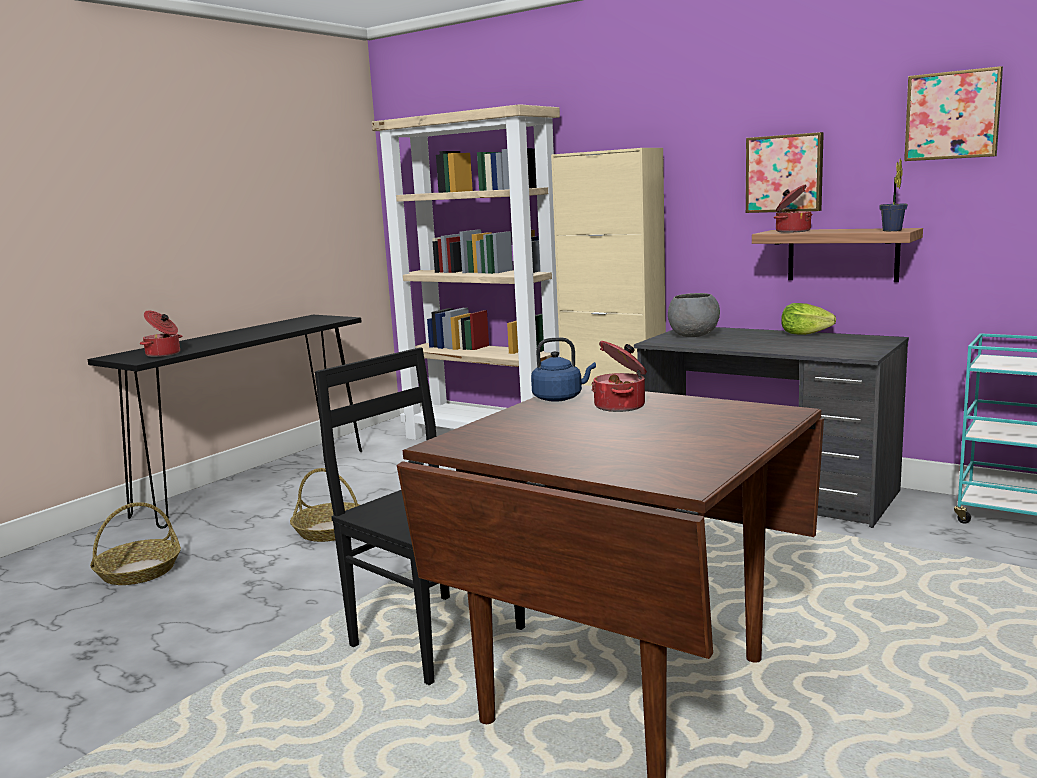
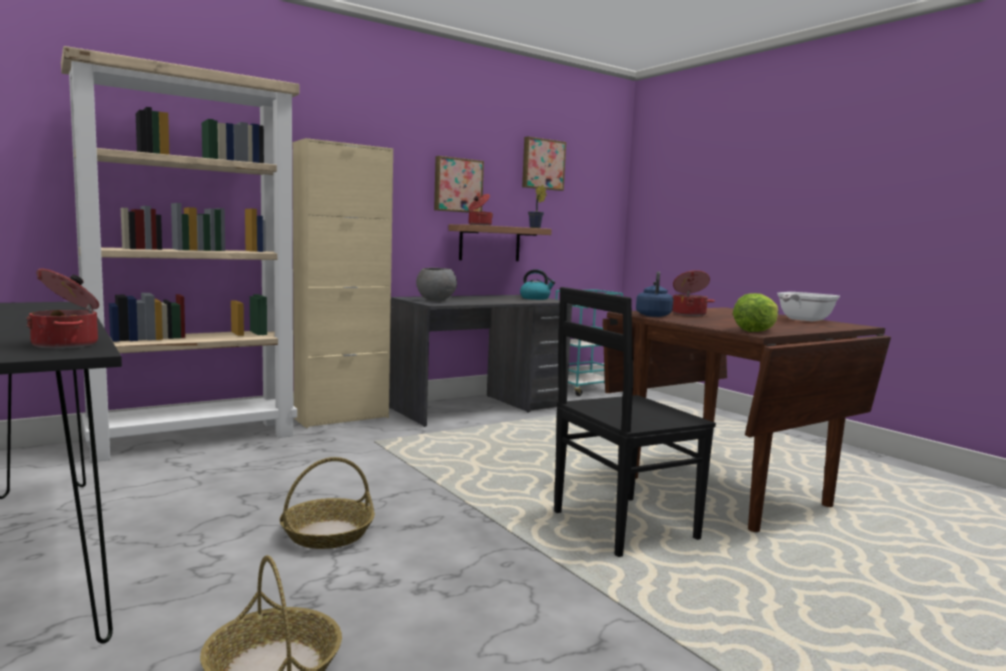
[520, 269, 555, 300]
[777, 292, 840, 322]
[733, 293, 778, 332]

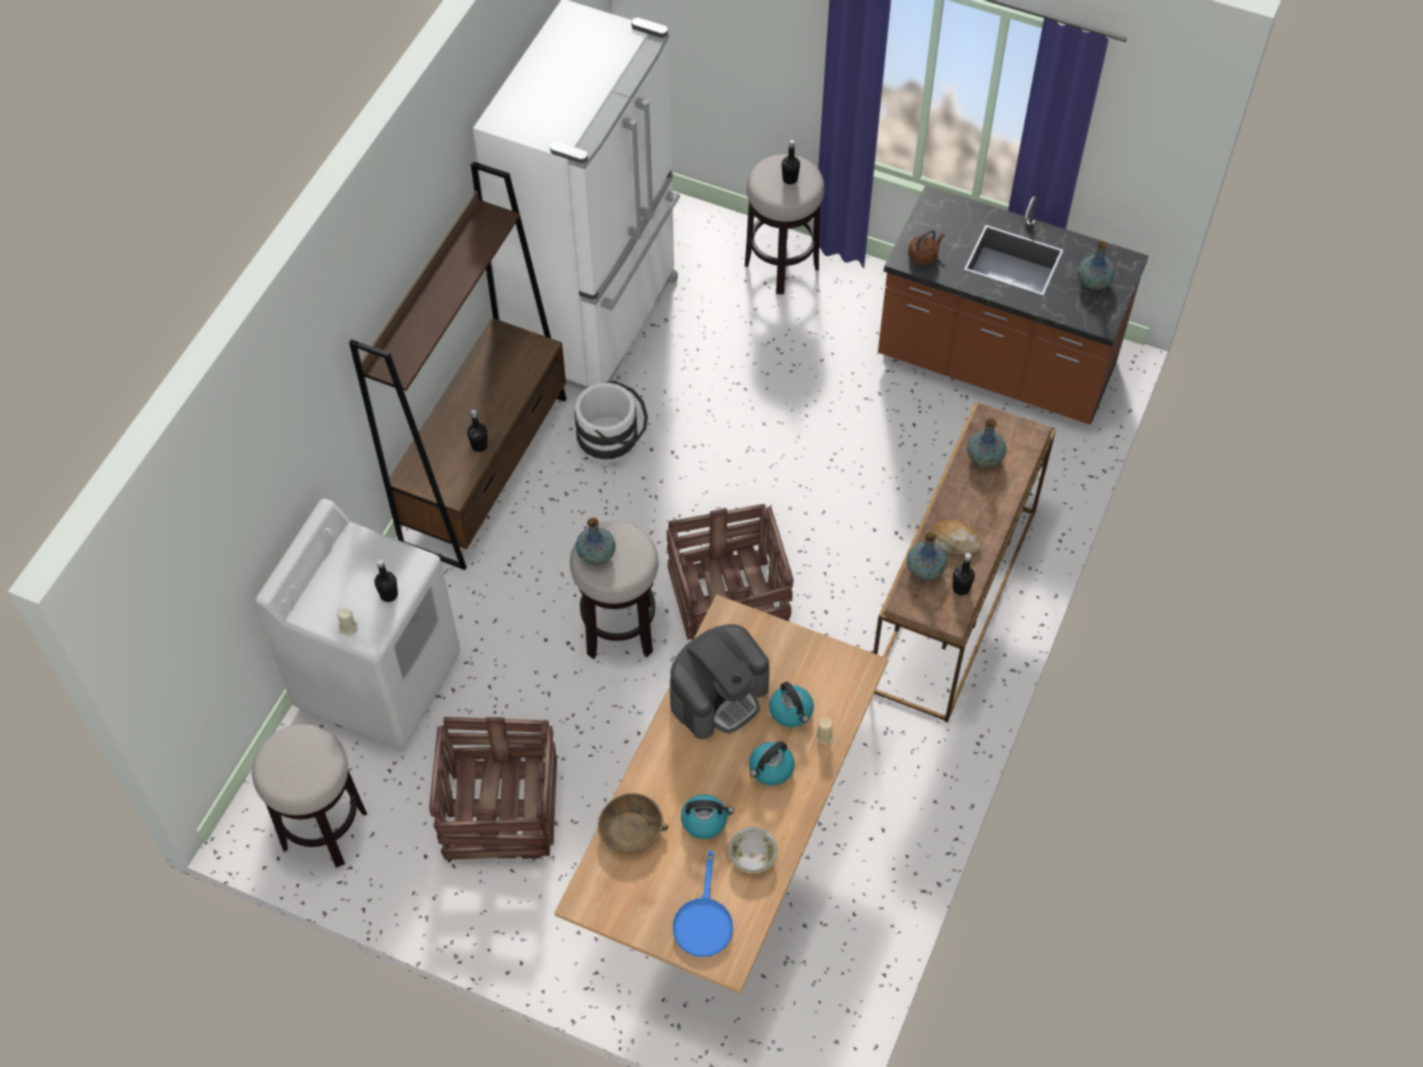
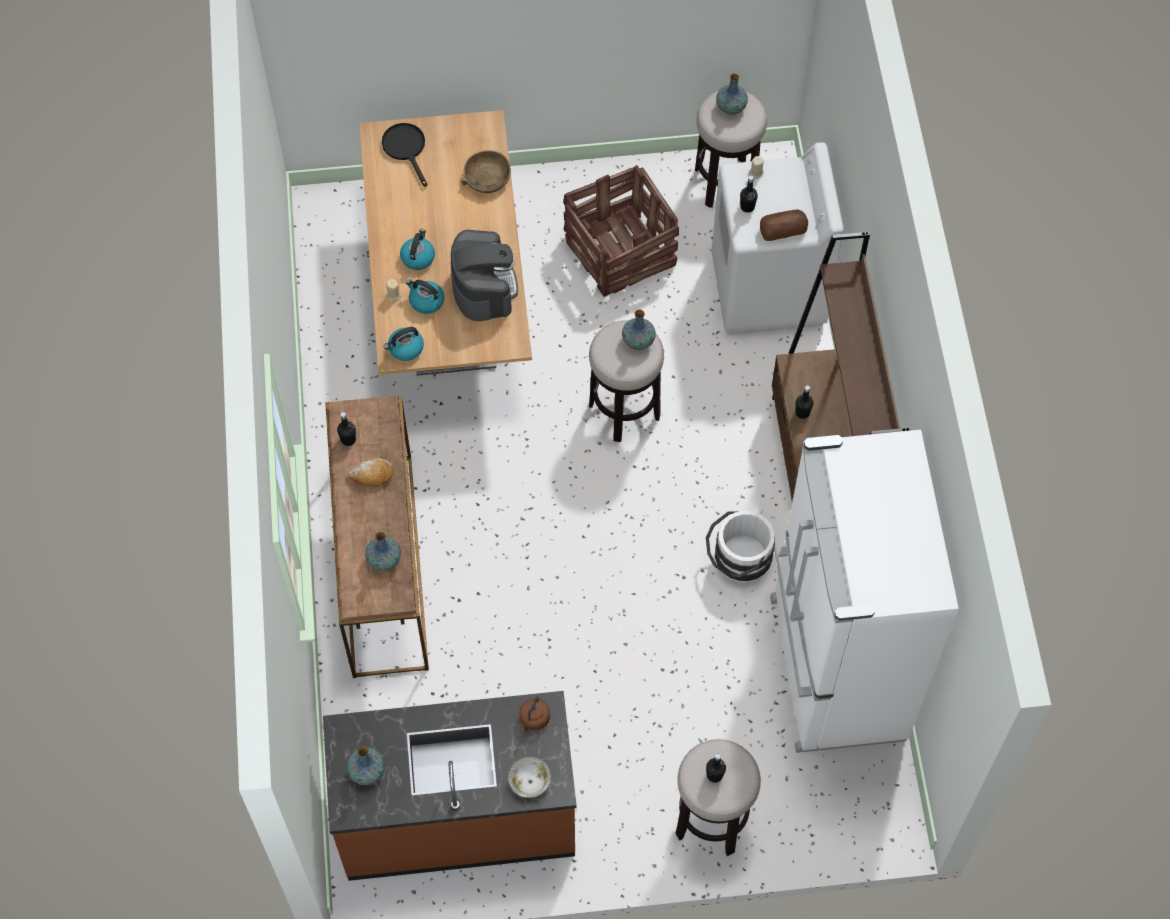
[666, 504, 794, 640] (first image)
[760, 209, 808, 241]
[384, 327, 424, 361]
[508, 757, 551, 798]
[716, 74, 748, 115]
[382, 123, 427, 187]
[451, 230, 518, 321]

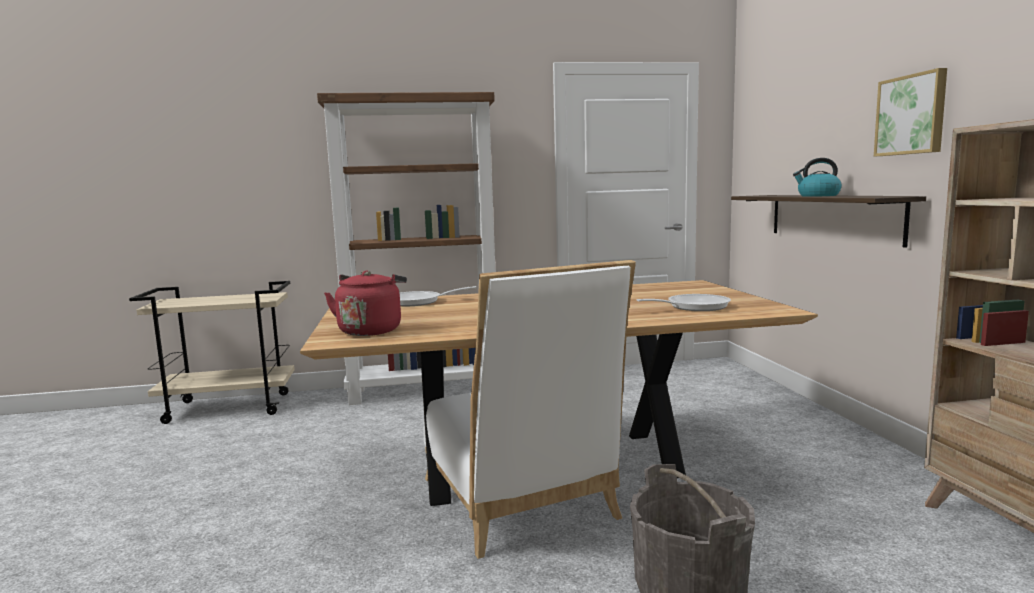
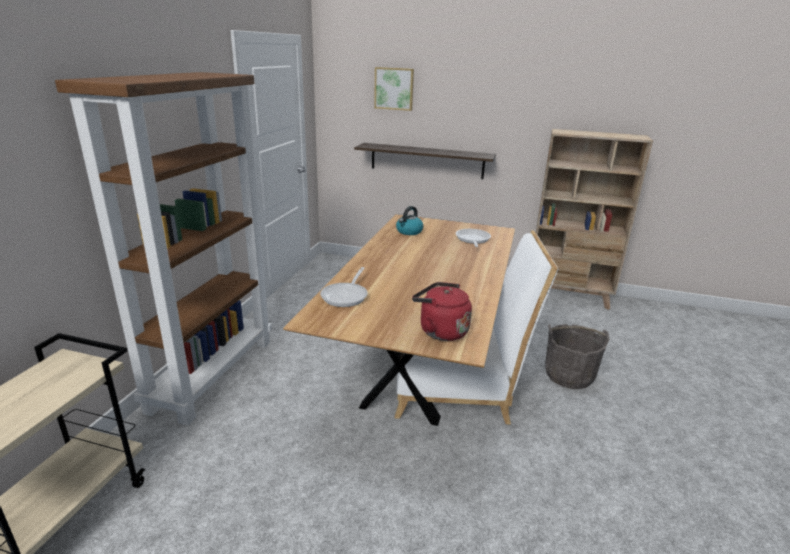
[396, 206, 423, 235]
[374, 67, 414, 111]

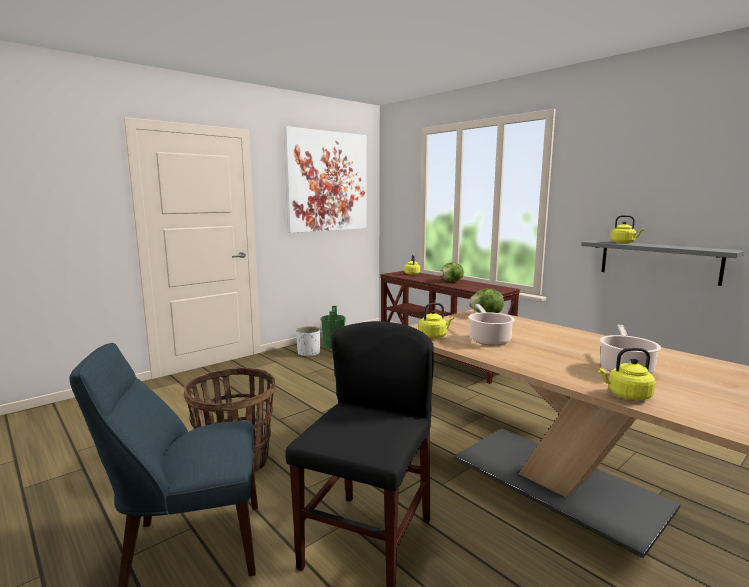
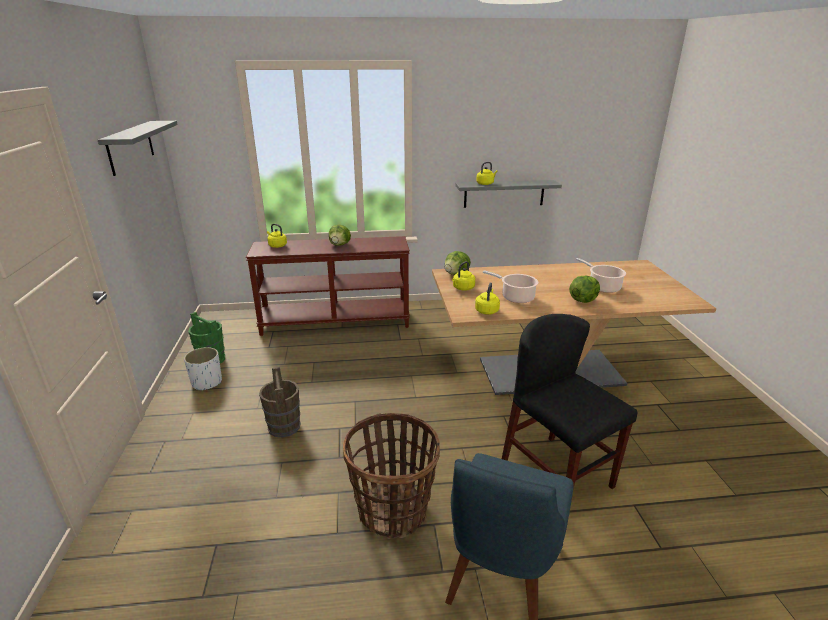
[259, 367, 300, 438]
[569, 276, 600, 303]
[452, 261, 475, 291]
[98, 121, 178, 176]

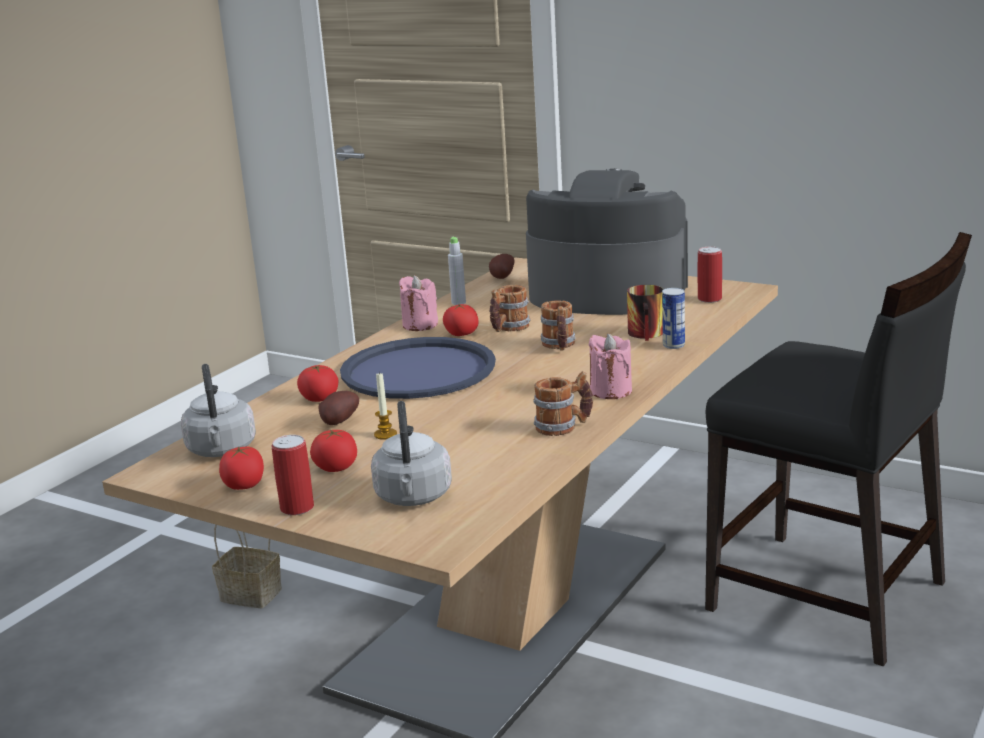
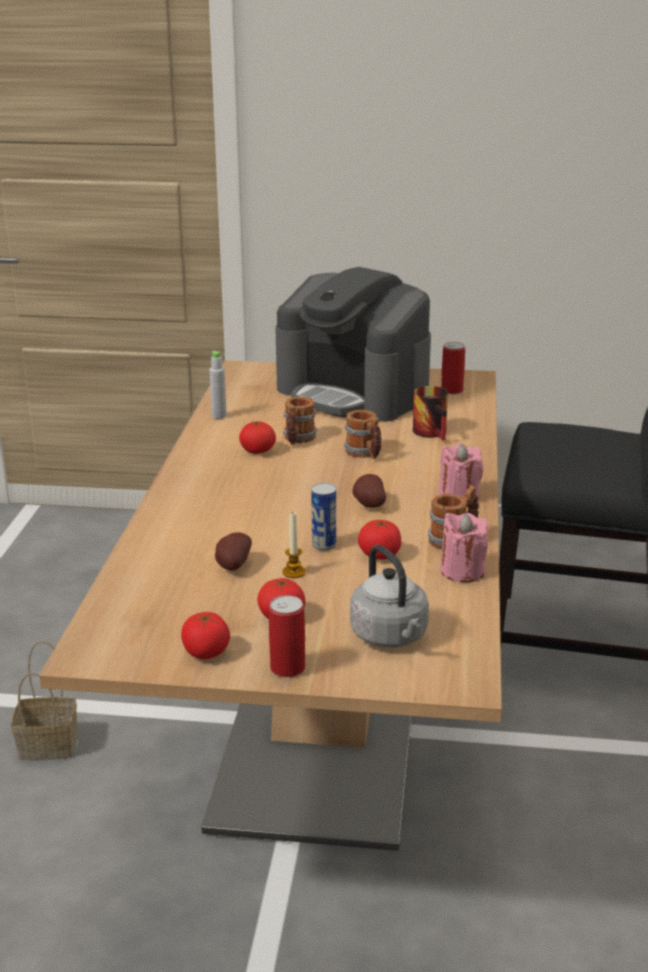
[181, 364, 256, 457] (first image)
[340, 337, 496, 399] (first image)
[358, 519, 401, 560]
[440, 513, 488, 583]
[352, 474, 386, 508]
[311, 483, 336, 551]
[275, 267, 431, 422]

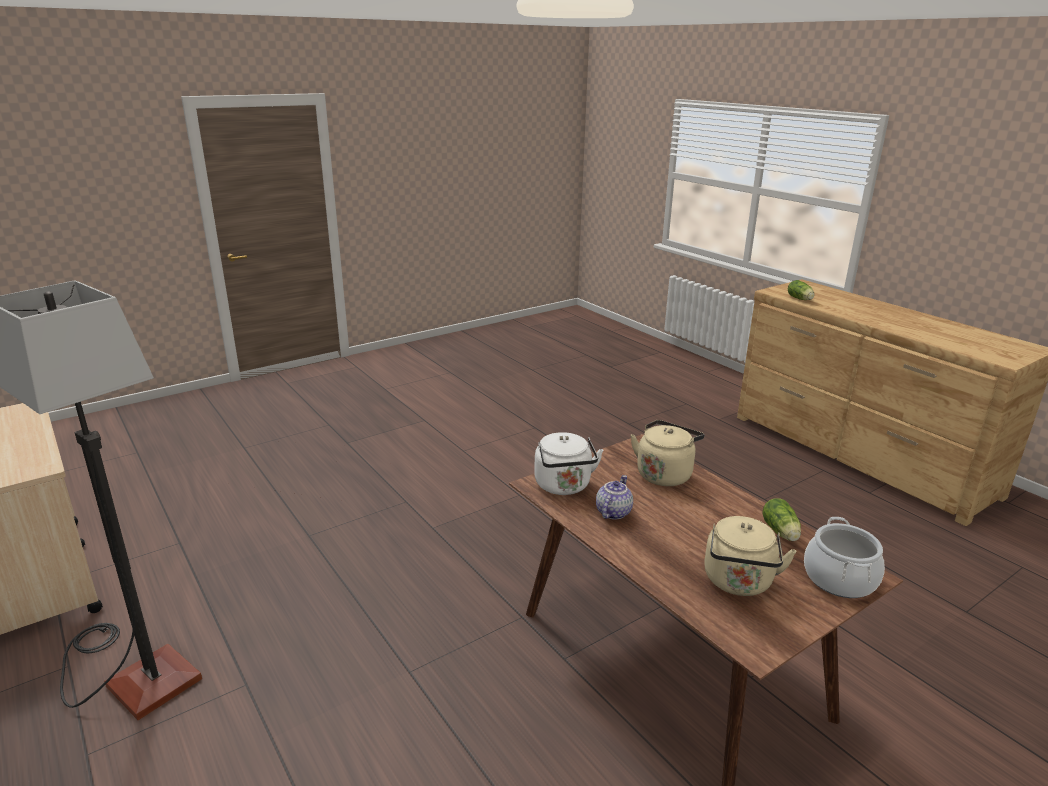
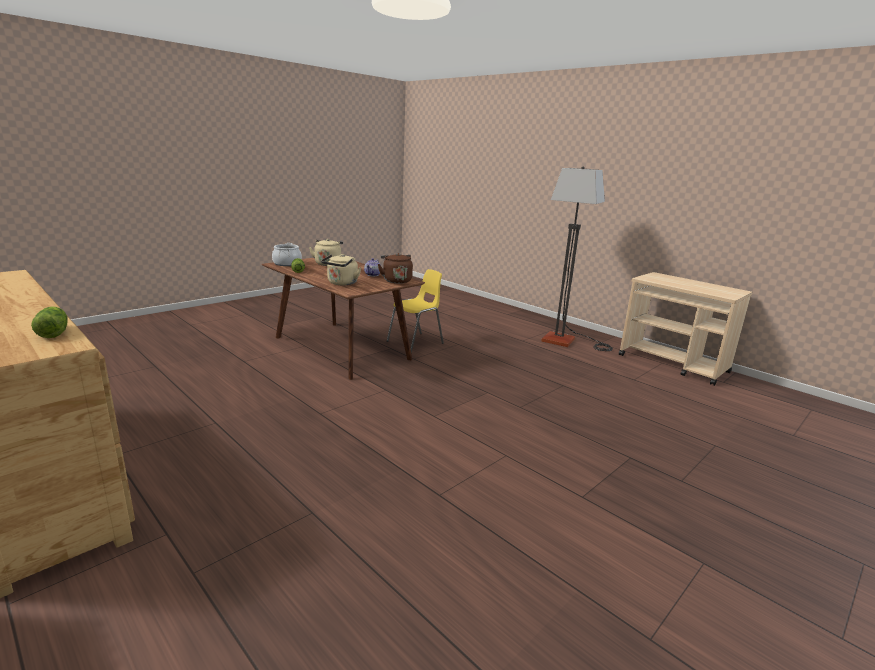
[387, 269, 444, 353]
[378, 253, 413, 283]

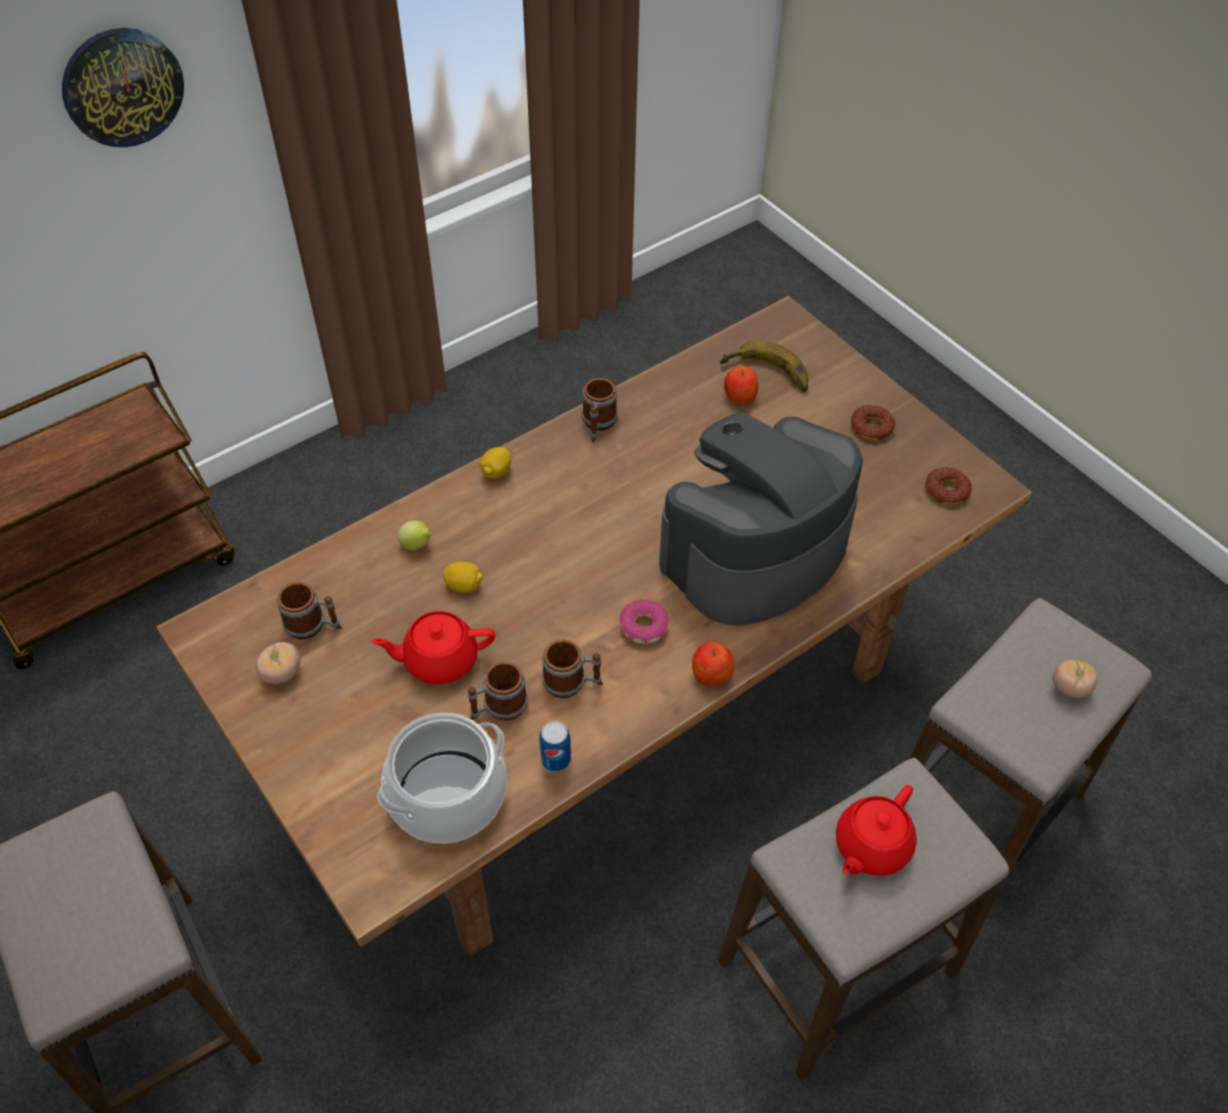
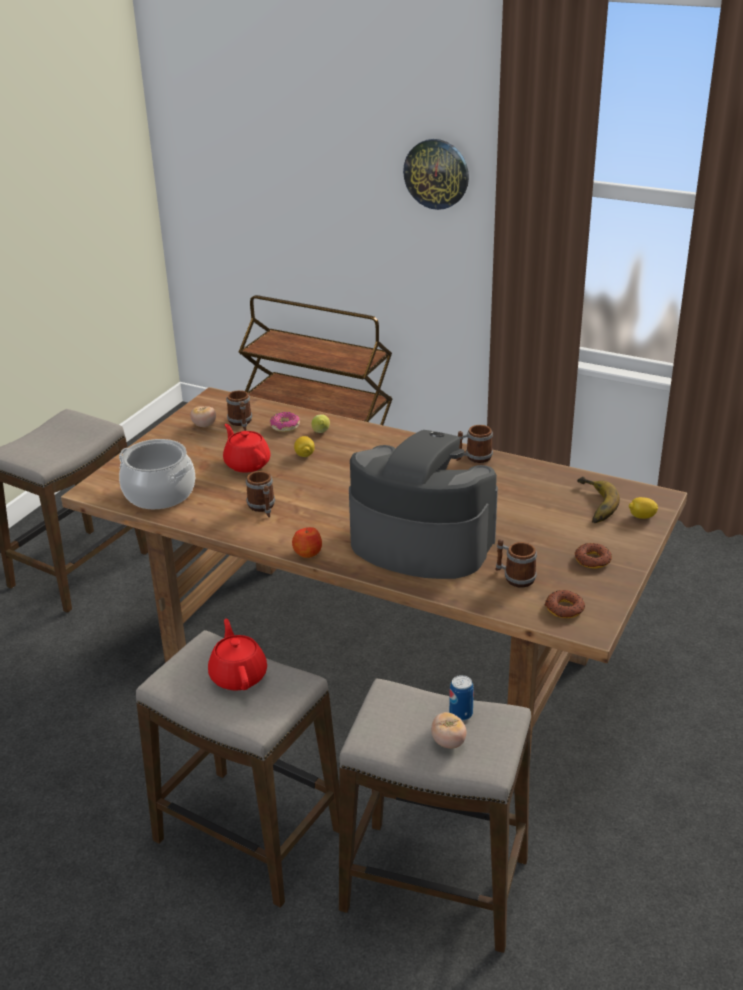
[724, 366, 758, 404] (first image)
[495, 539, 537, 587]
[629, 497, 658, 519]
[449, 675, 474, 721]
[270, 412, 300, 432]
[208, 619, 267, 691]

